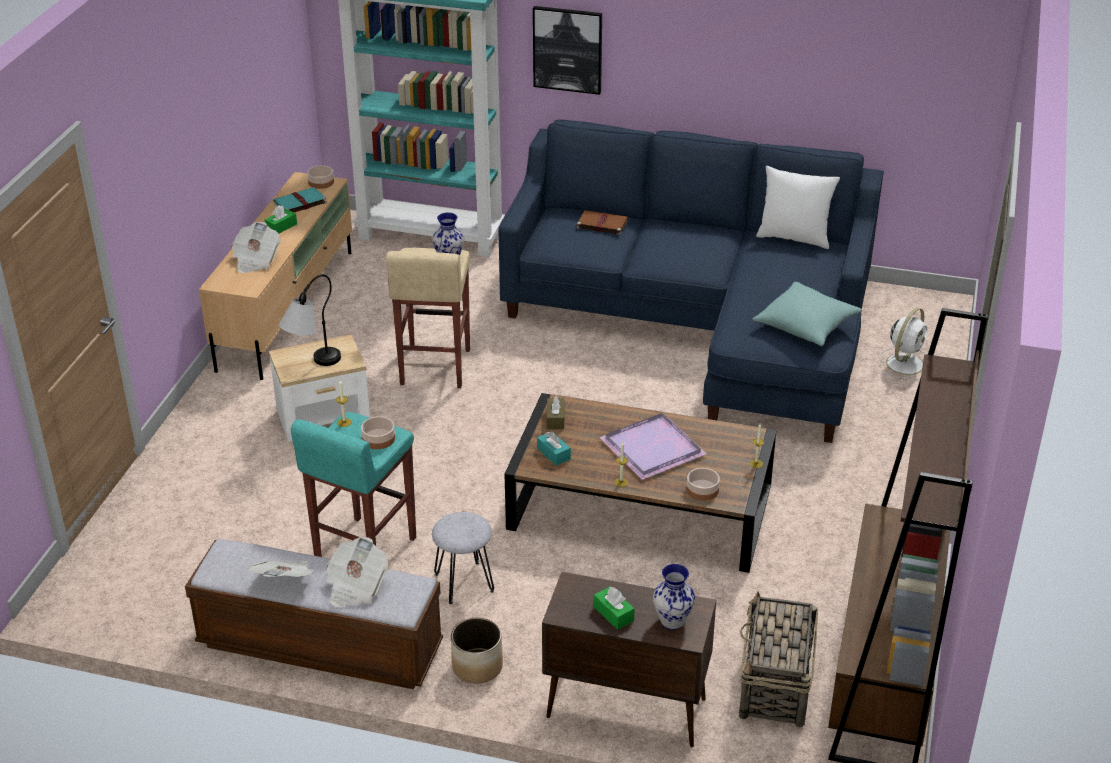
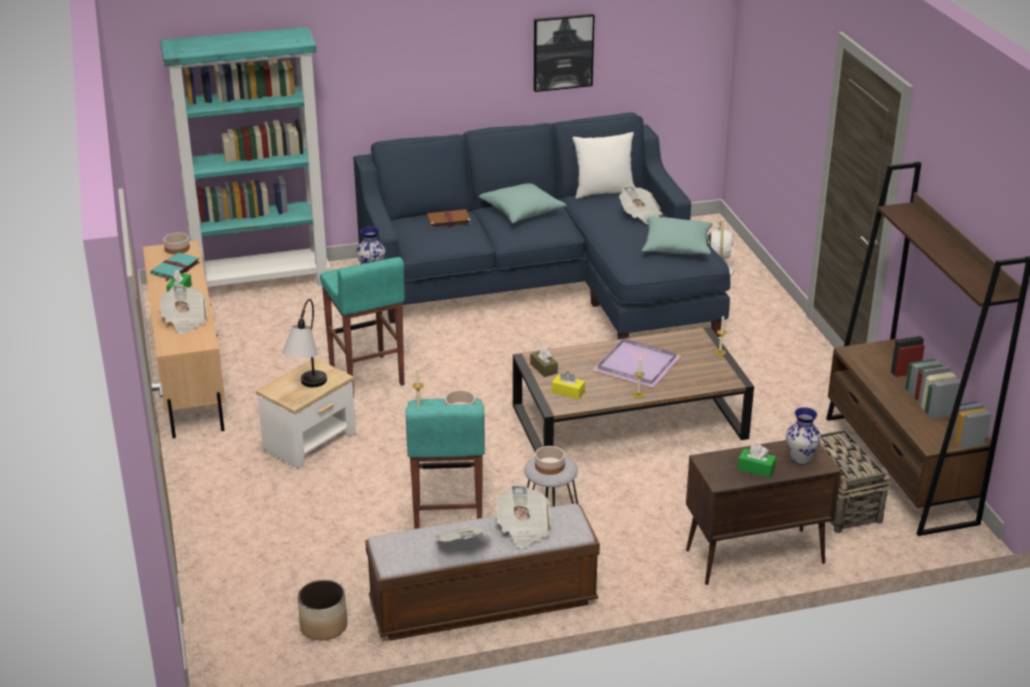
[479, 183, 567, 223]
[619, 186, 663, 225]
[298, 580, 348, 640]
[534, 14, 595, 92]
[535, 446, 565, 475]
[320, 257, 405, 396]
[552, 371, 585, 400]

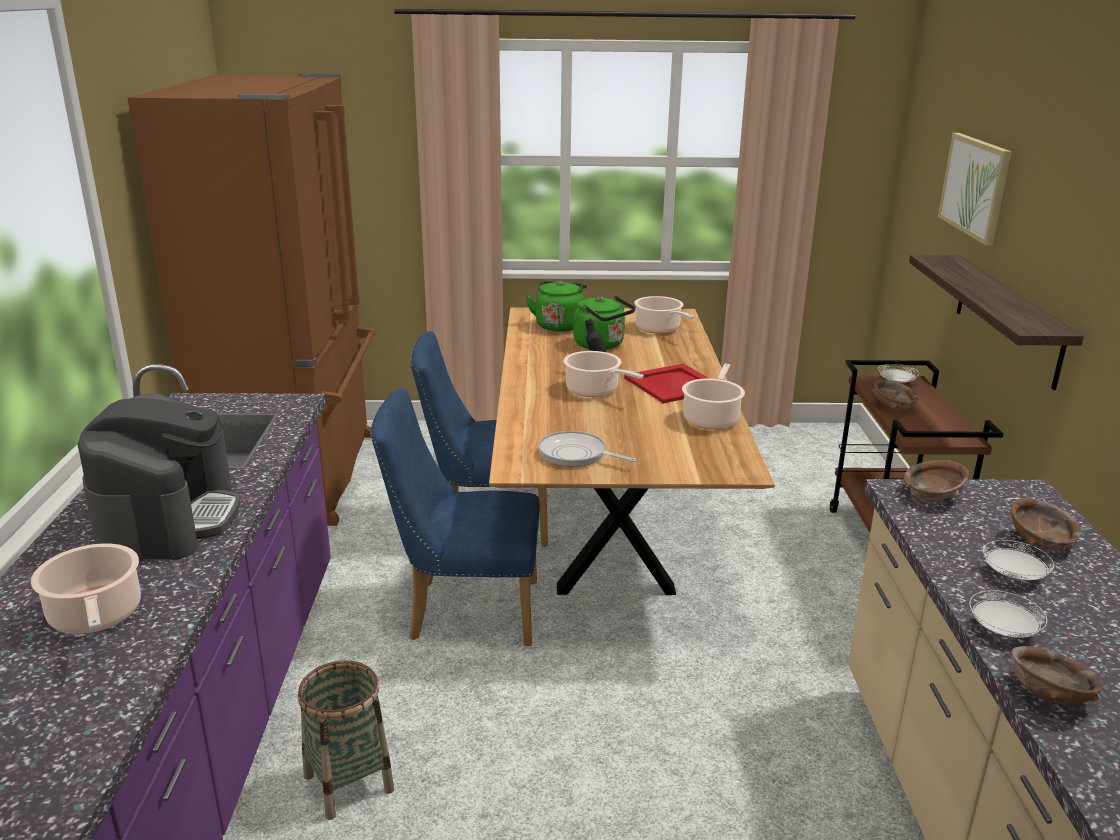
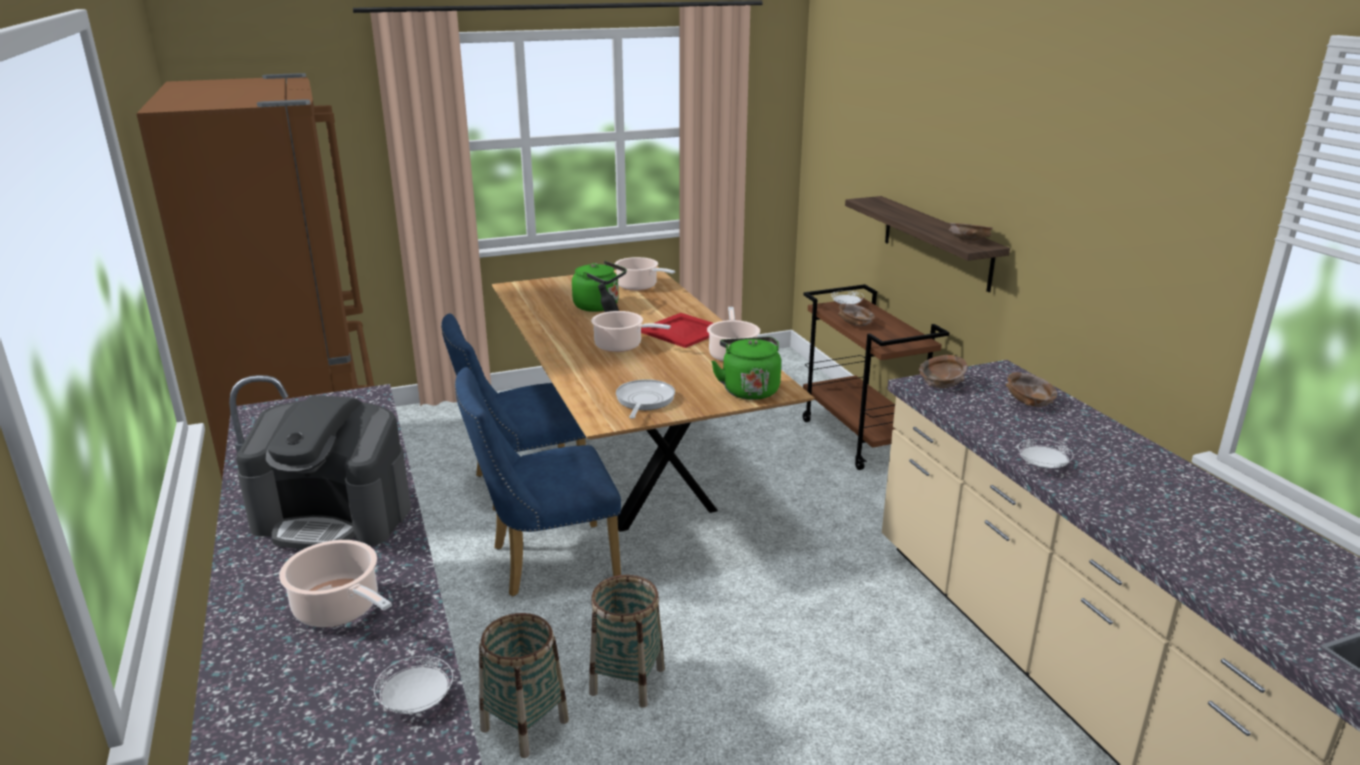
[938, 133, 1012, 245] (first image)
[589, 575, 665, 708]
[711, 337, 781, 400]
[374, 656, 453, 714]
[949, 223, 993, 241]
[236, 395, 411, 549]
[616, 379, 675, 419]

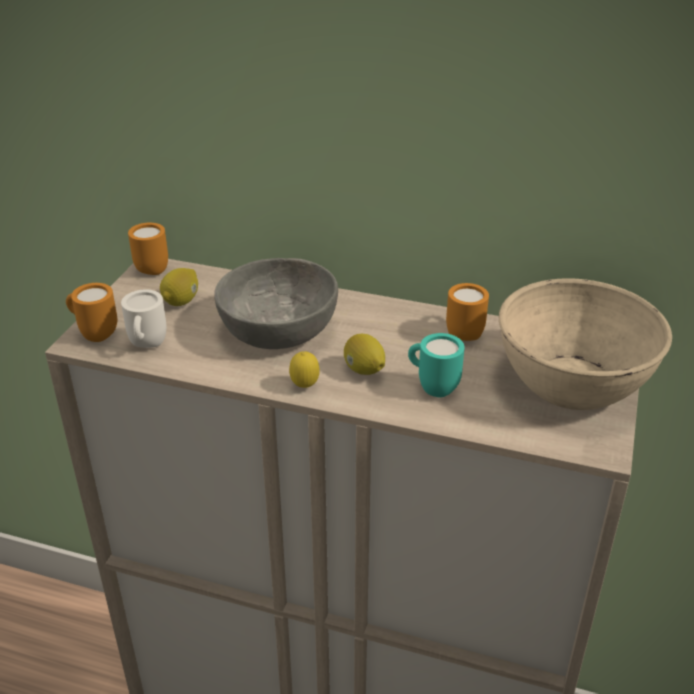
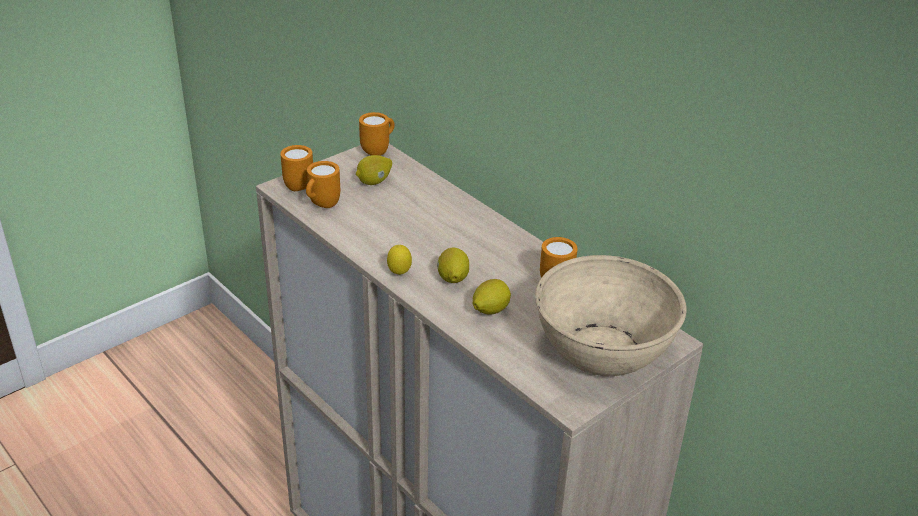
[214, 258, 338, 349] (first image)
[472, 279, 511, 315]
[306, 161, 340, 208]

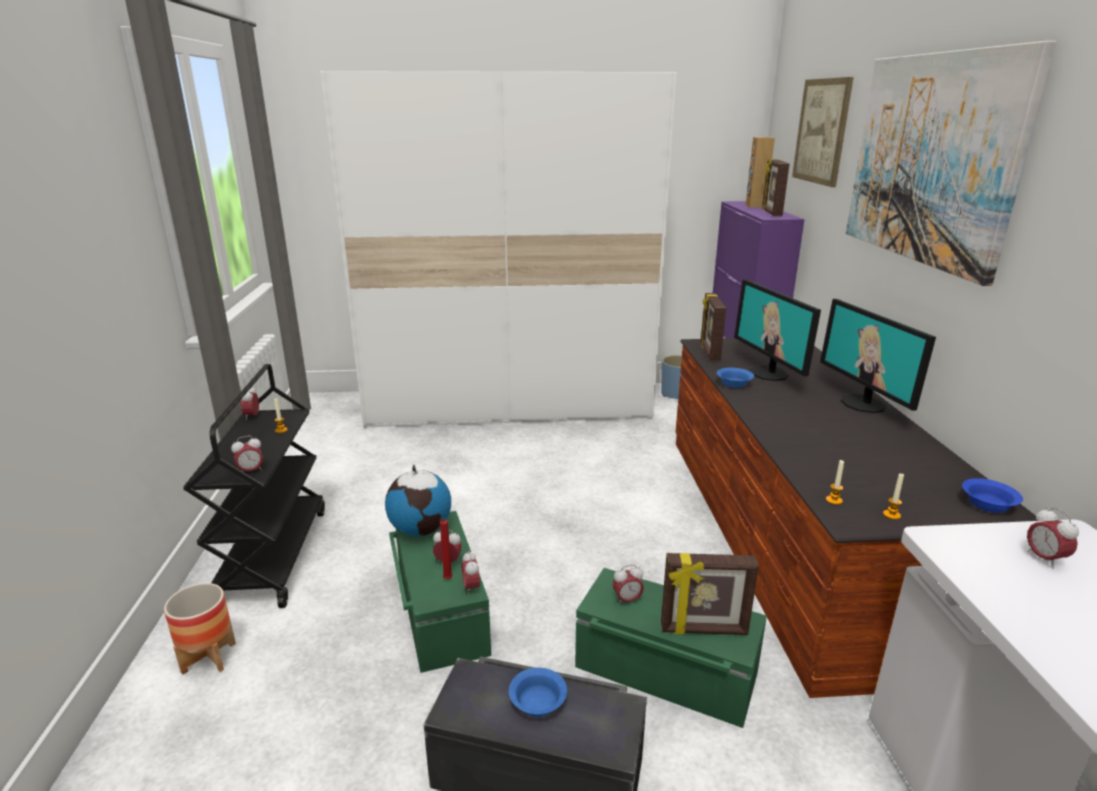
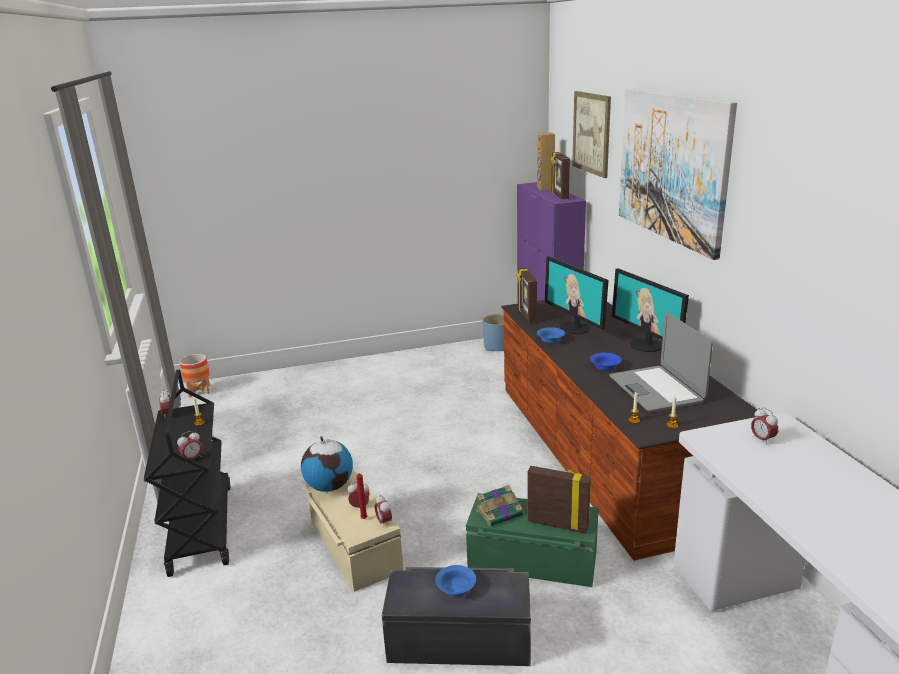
[320, 71, 677, 428] (first image)
[609, 312, 713, 411]
[180, 354, 210, 397]
[590, 353, 622, 371]
[476, 485, 525, 526]
[304, 469, 404, 592]
[527, 466, 591, 534]

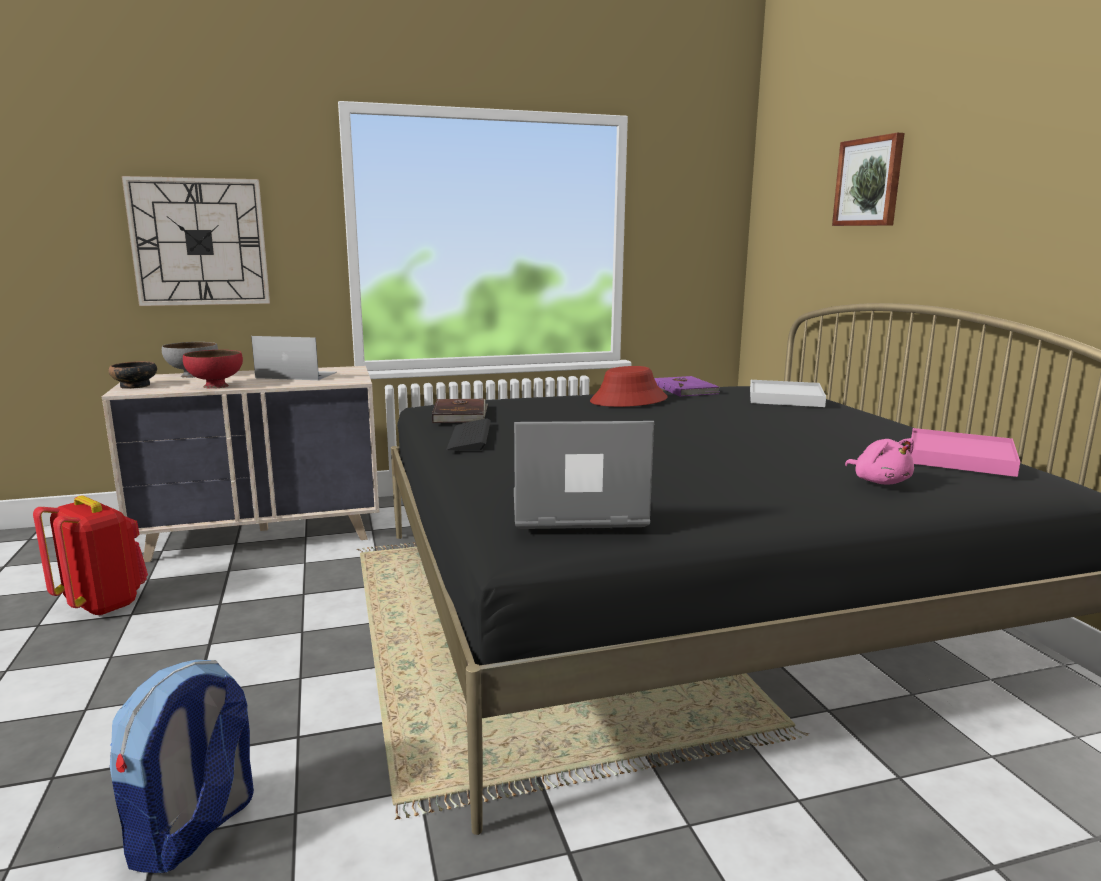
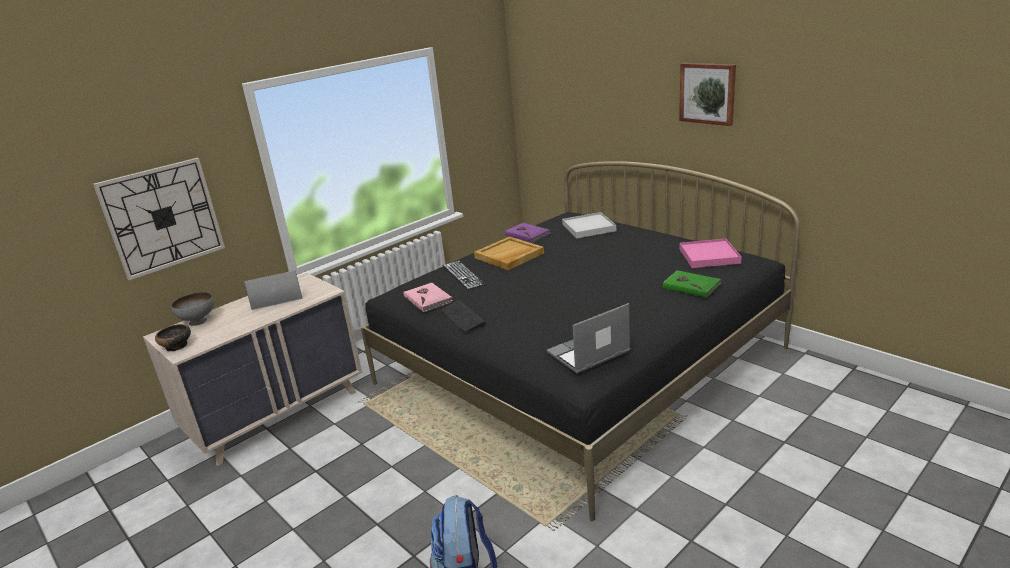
[33, 496, 148, 616] (first image)
[183, 350, 243, 389] (first image)
[443, 261, 486, 290]
[679, 63, 736, 126]
[474, 237, 544, 270]
[663, 270, 721, 298]
[404, 283, 453, 312]

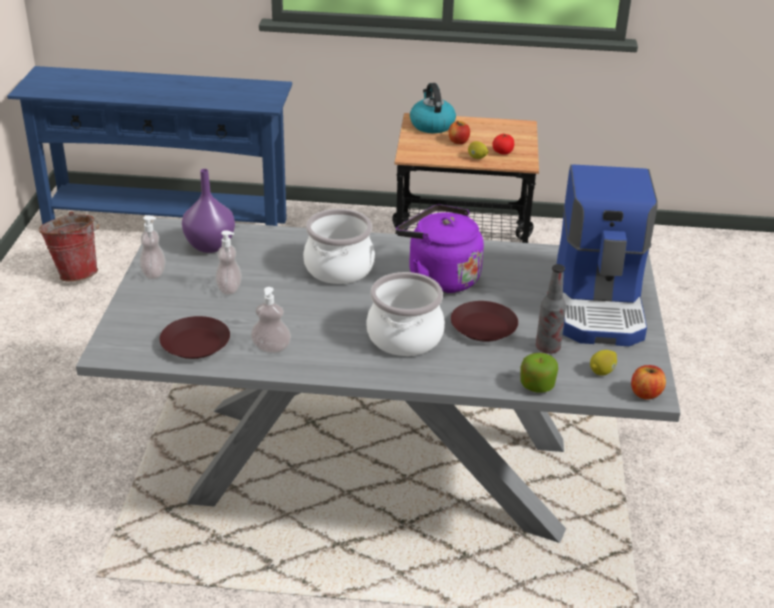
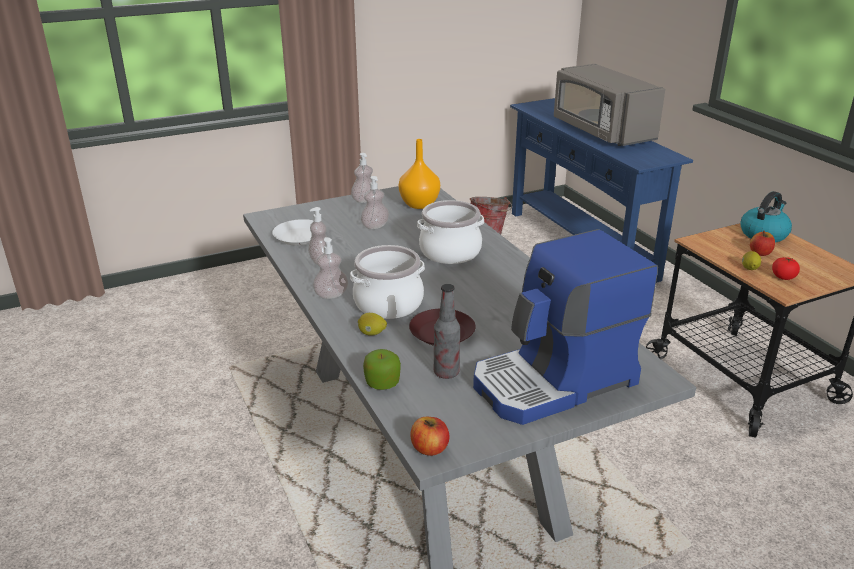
[396, 204, 484, 293] (first image)
[313, 237, 349, 299]
[554, 64, 665, 146]
[358, 313, 387, 336]
[272, 219, 314, 246]
[399, 139, 440, 209]

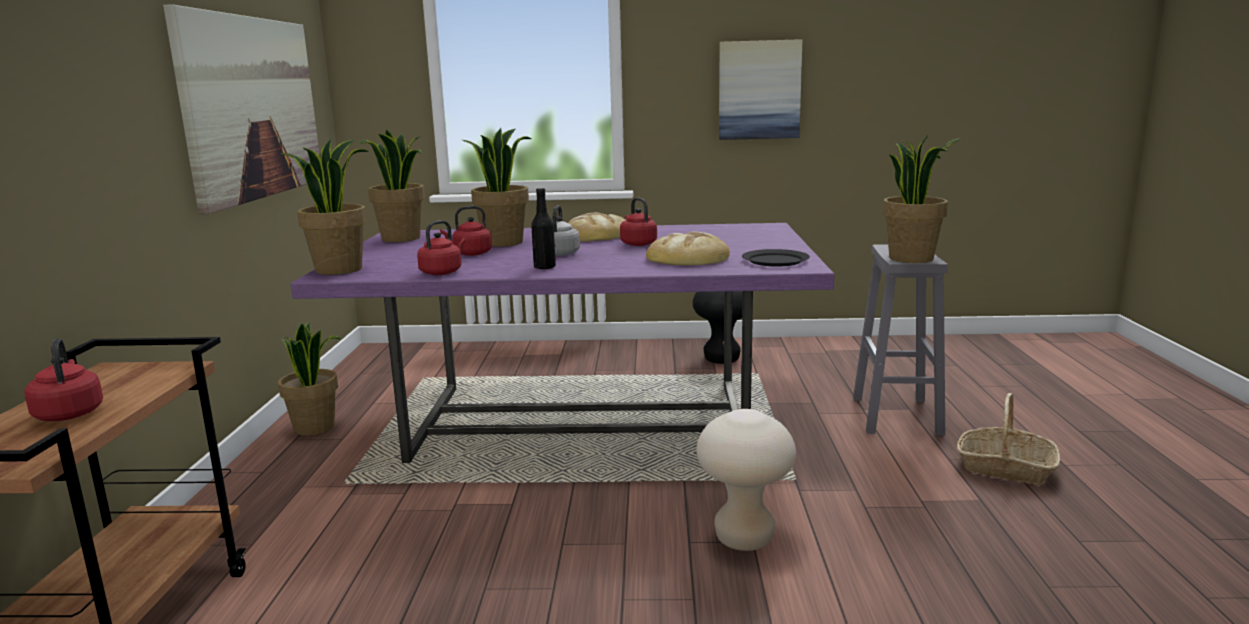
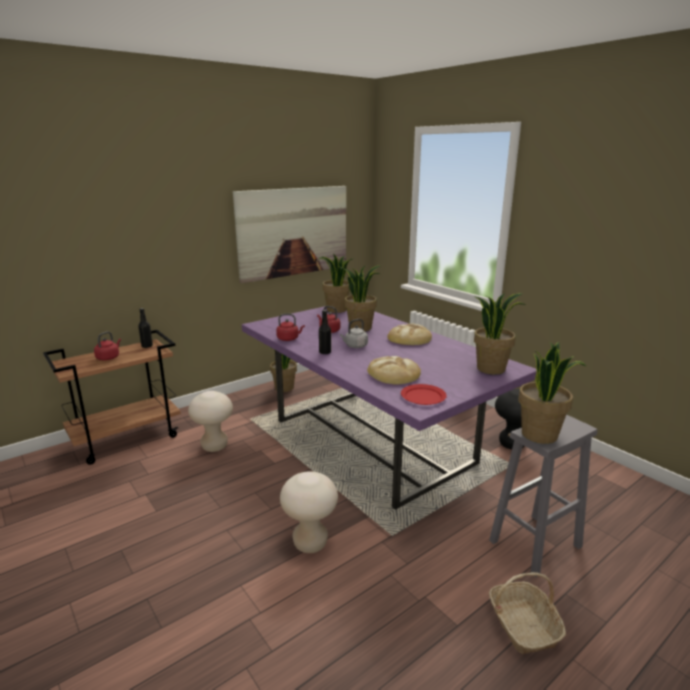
[620, 198, 657, 246] (first image)
[719, 39, 803, 140] (first image)
[138, 308, 153, 348]
[188, 391, 233, 452]
[474, 293, 526, 375]
[401, 384, 447, 405]

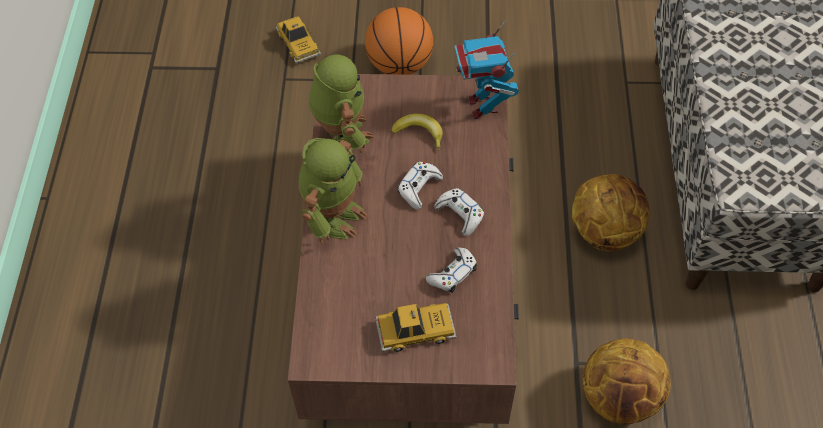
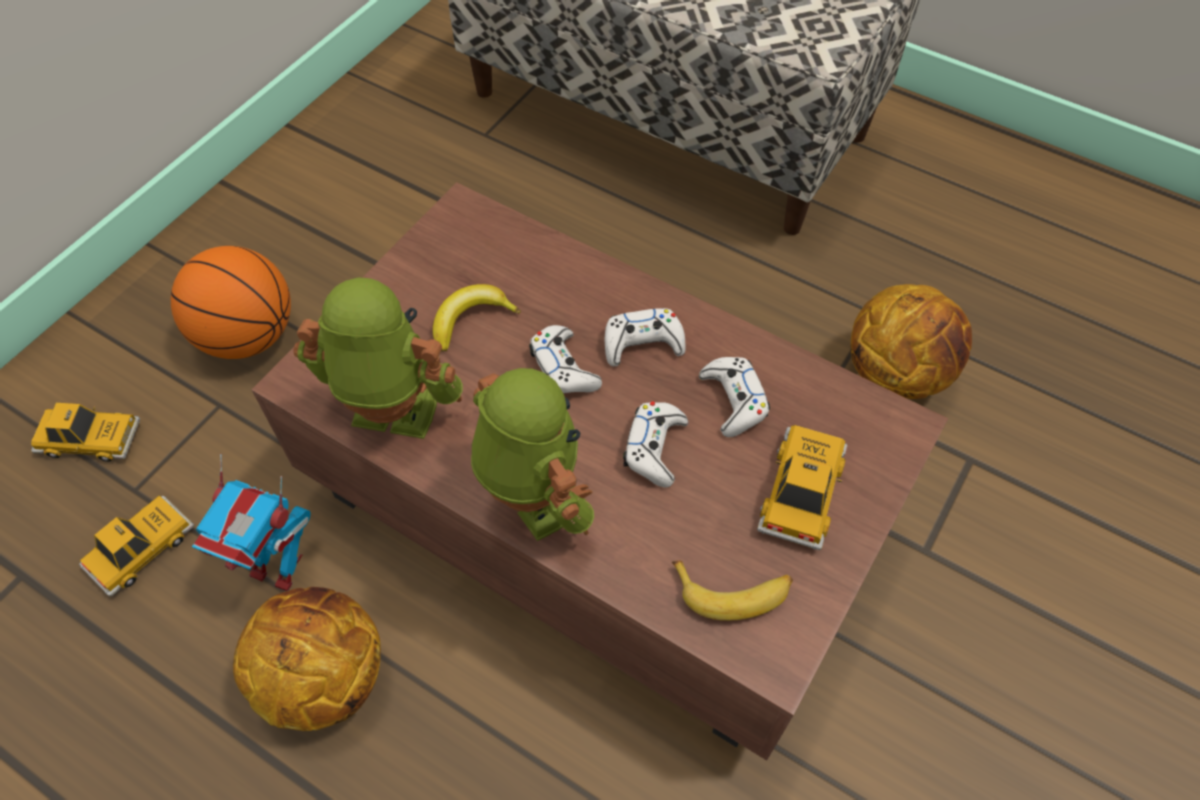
[79, 495, 194, 597]
[623, 402, 688, 487]
[672, 560, 793, 621]
[192, 454, 311, 591]
[233, 587, 381, 731]

